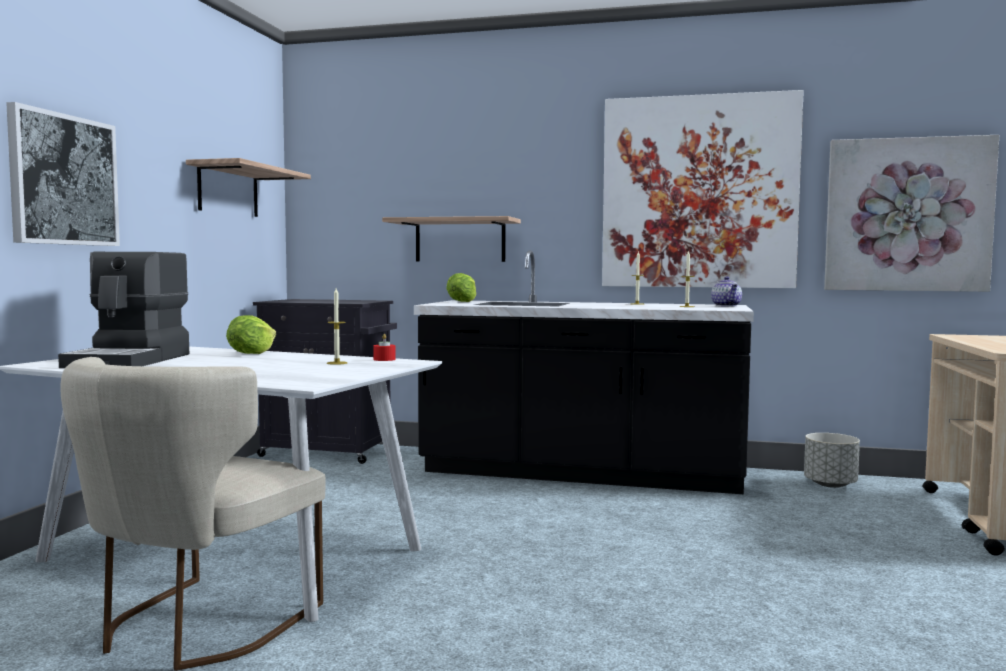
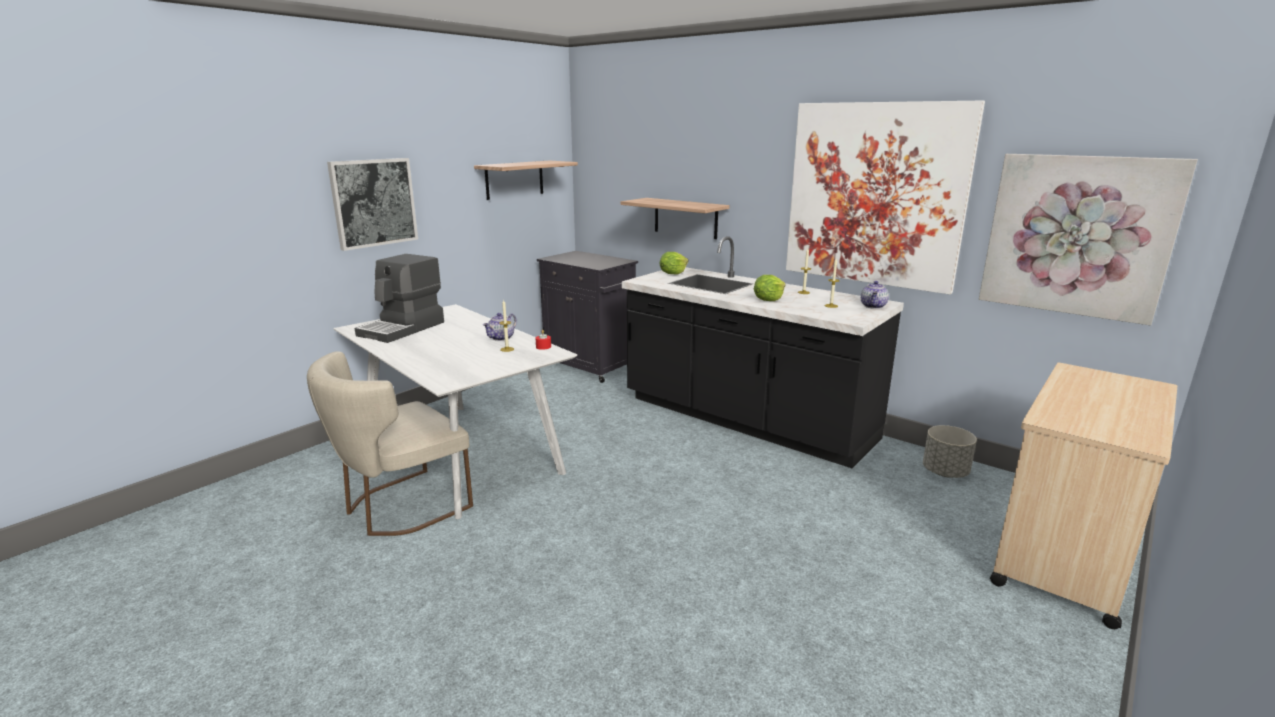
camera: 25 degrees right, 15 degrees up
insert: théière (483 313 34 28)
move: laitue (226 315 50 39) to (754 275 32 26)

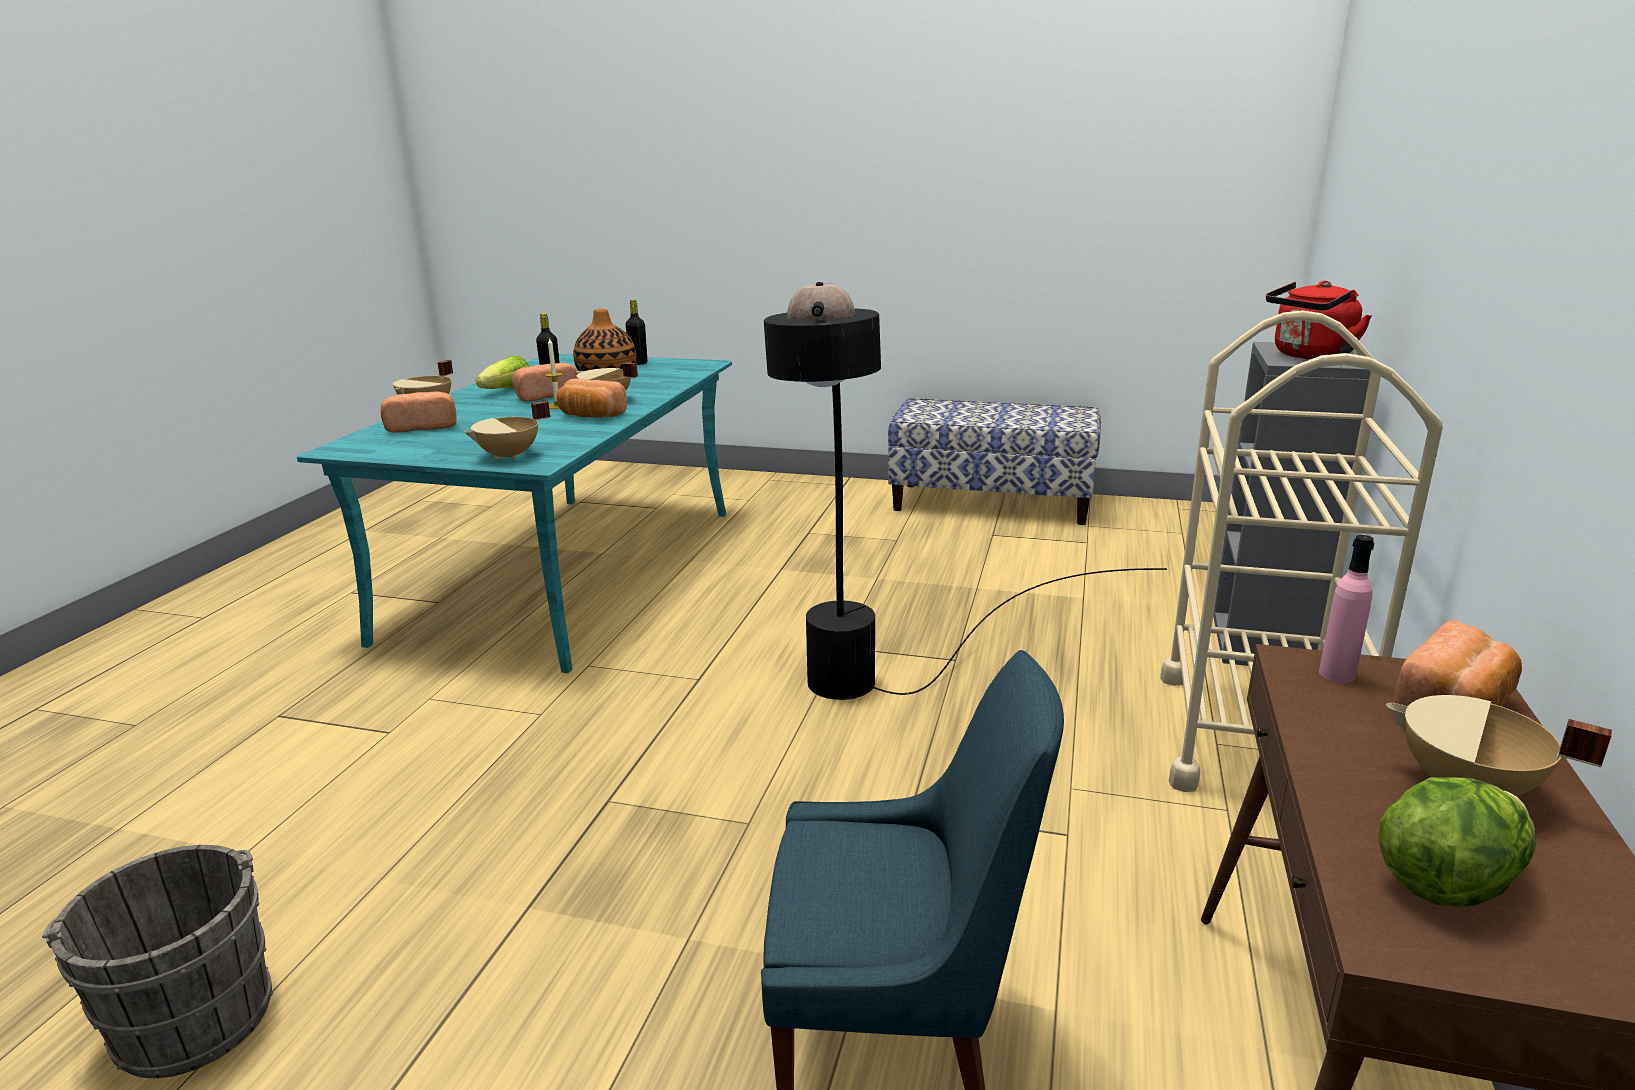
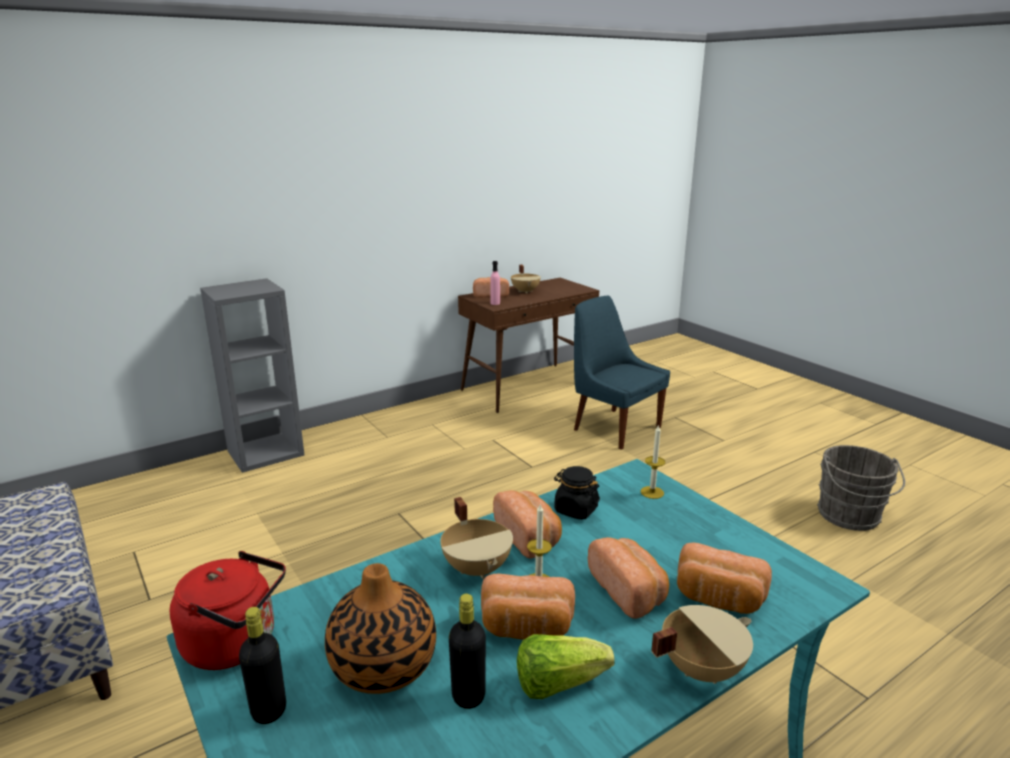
camera: 140 degrees left, 0 degrees up
delete: lampadaire (noir) (764 282 403 418); chariot (beige) (1160 310 283 482); laitue (1378 777 157 130)
insert: bocal (noir) (554 466 46 54); pain (588 537 81 82)
move: bouilloire (rouge) (1266 281 106 78) to (170 551 116 119)
replace: marmite (beige) (464 401 86 59) to bougie (641 424 24 75)

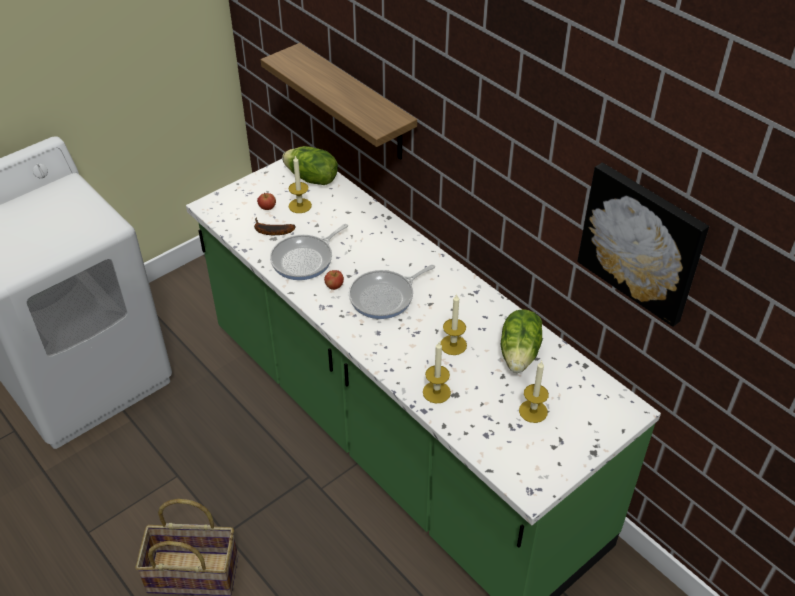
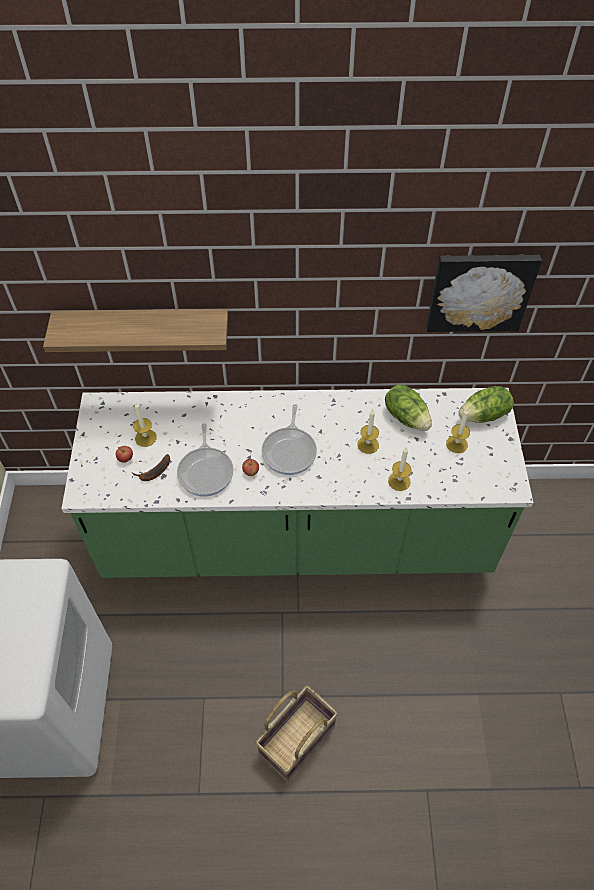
camera: 50 degrees left, 10 degrees up
move: laitue (282 146 56 39) to (458 386 56 37)

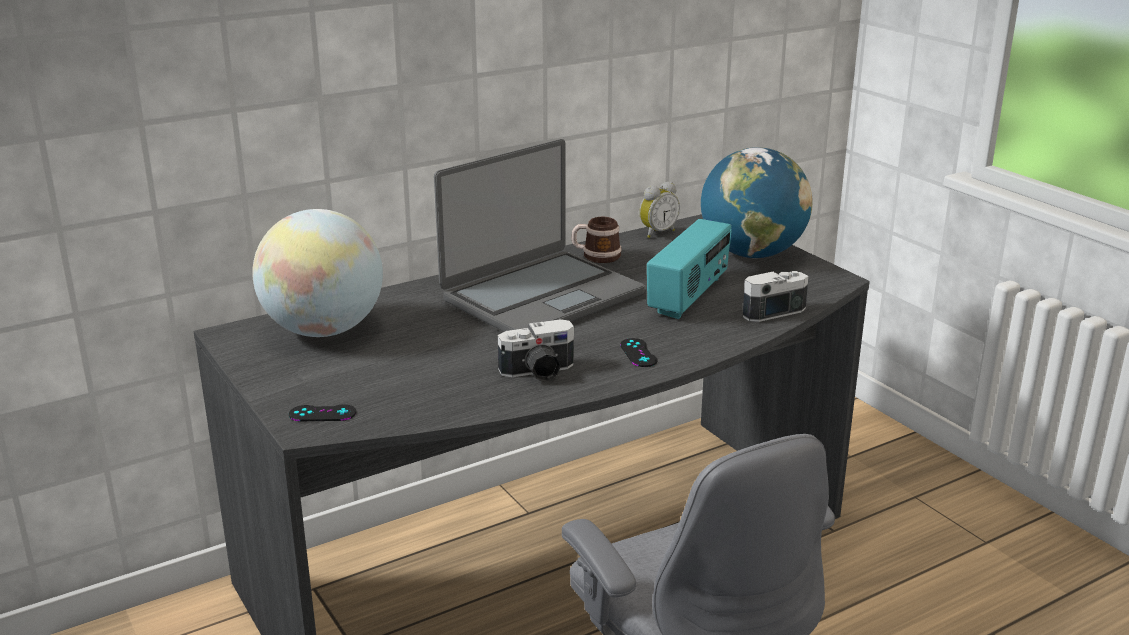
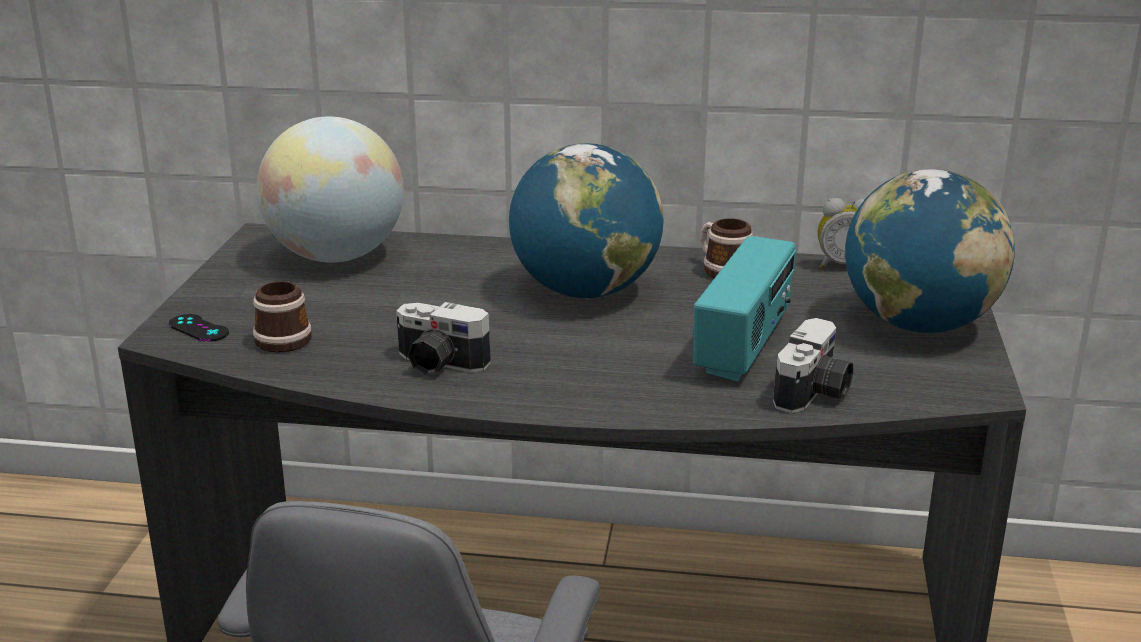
camera: 40 degrees right, 0 degrees up
delete: manette (noir) (620 338 38 29)
insert: mug (253 281 59 72)
replace: ordinateur portable (434 139 211 193) to globe (509 143 154 155)
rotate: radio (647 219 85 100) = (693 236 104 146) 45 degrees counterclockwise; appareil photo (743 271 65 51) = (773 318 80 95) 105 degrees clockwise

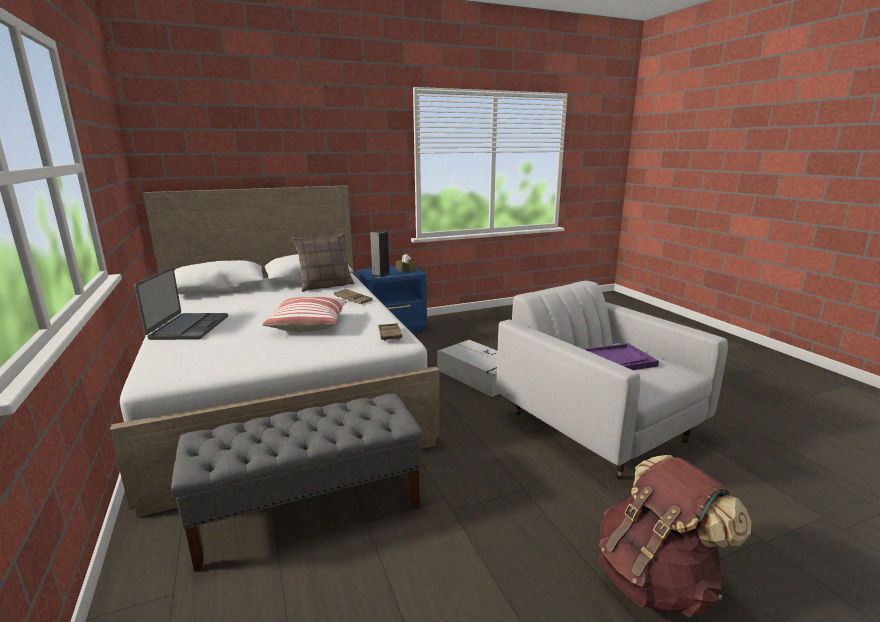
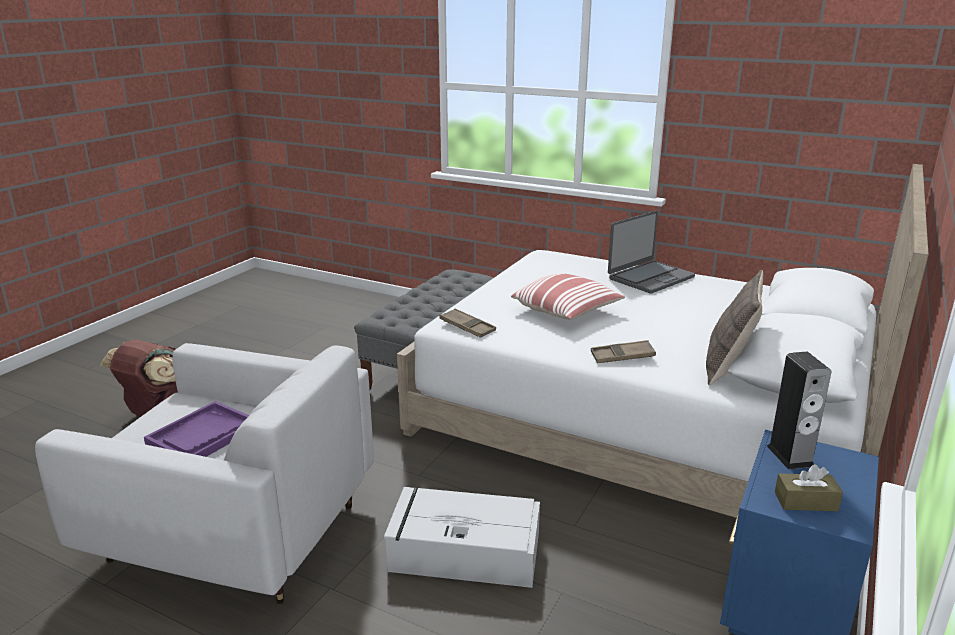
camera: 140 degrees right, 5 degrees up
rotate: ordinateur portable (134 267 94 73) = (608 211 87 82) 90 degrees counterclockwise

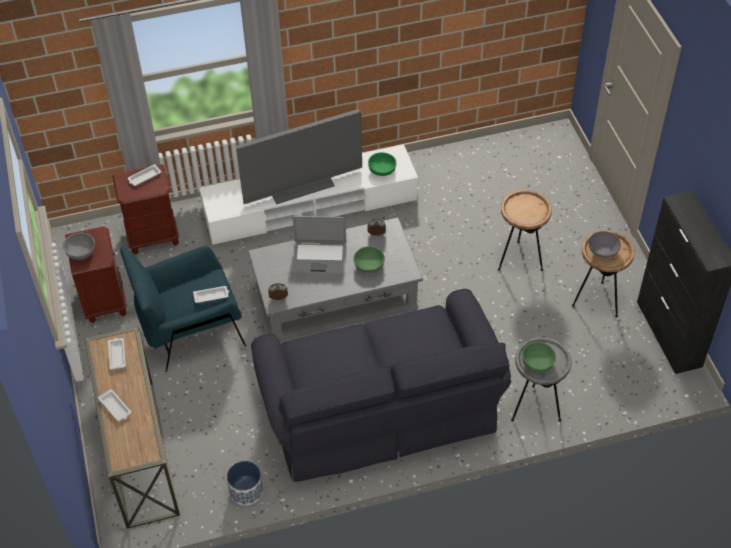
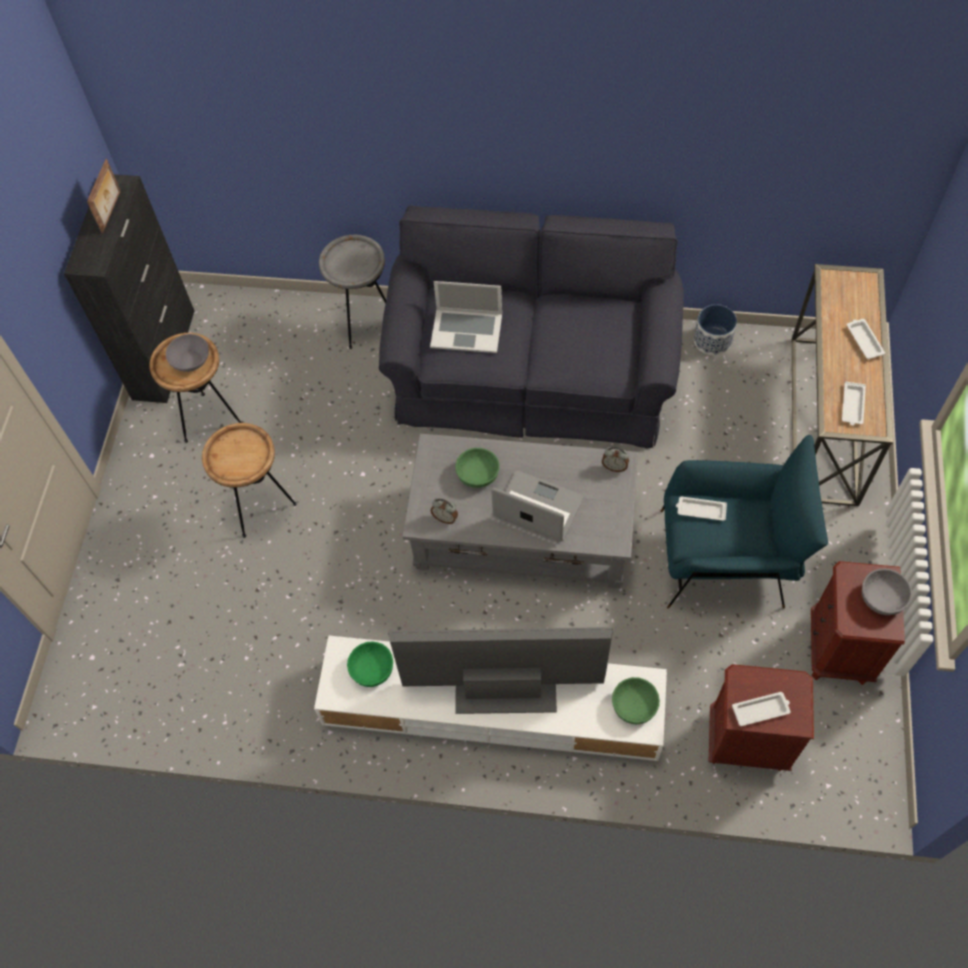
camera: 155 degrees left, 10 degrees up
insert: cadre photo (87 159 34 74); ordinateur portable (430 281 72 72)
move: bol (vert) (522 342 34 30) to (612 677 48 47)

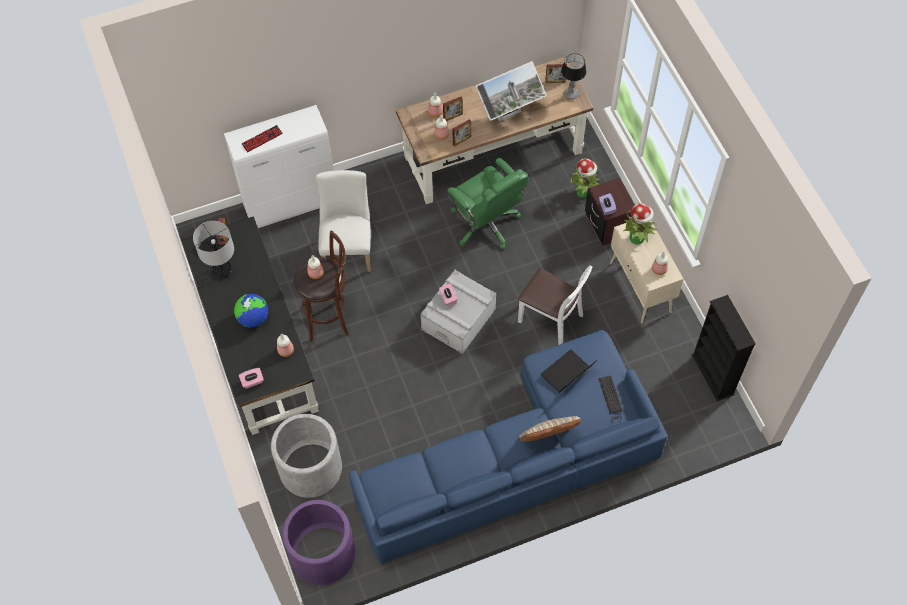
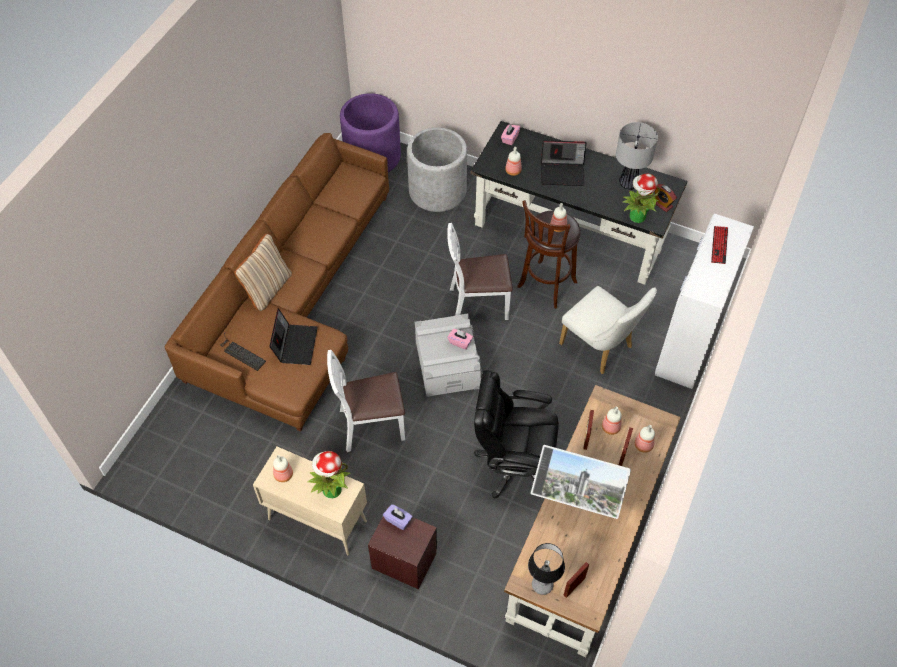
camera: 135 degrees right, 5 degrees down
delete: bibliothèque (noir) (692 295 64 106)
insert: chaise (blanc) (447 223 66 97)
move: plante en pot (570 158 30 40) to (623 173 37 50)
replace: globe (234 294 34 33) to ordinateur portable (541 140 46 46)
recolor: canapé (bleu) (349 330 319 234) to canapé (marron) (165 133 224 299); chaise de bureau (vert) (447 158 82 91) to chaise de bureau (noir) (474 370 85 128)
rotate: écran d'ordinateur (475 61 72 60) = (531 445 100 74) 90 degrees counterclockwise

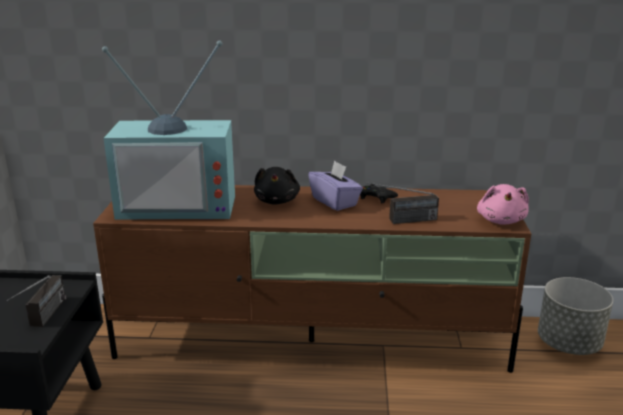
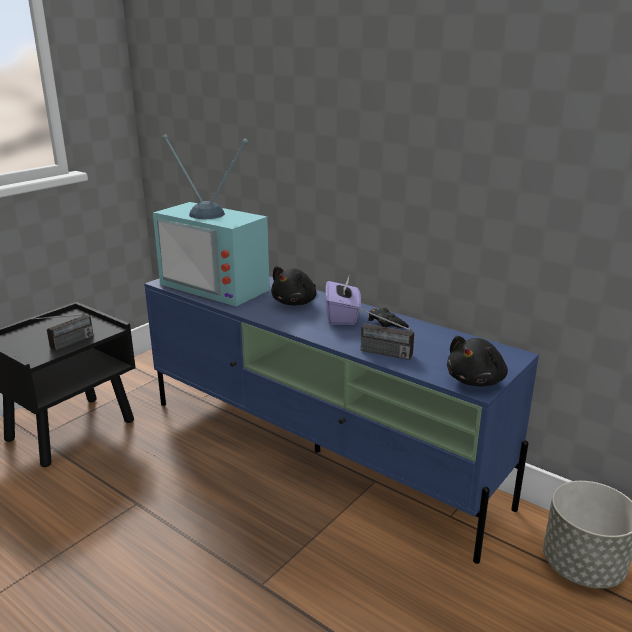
camera: 35 degrees right, 0 degrees up
recolor: meuble télé (marron) (93 185 438 188) to meuble télé (bleu) (144 276 395 288); peluche (rose) (477 184 52 40) to peluche (noir) (447 336 61 51)

